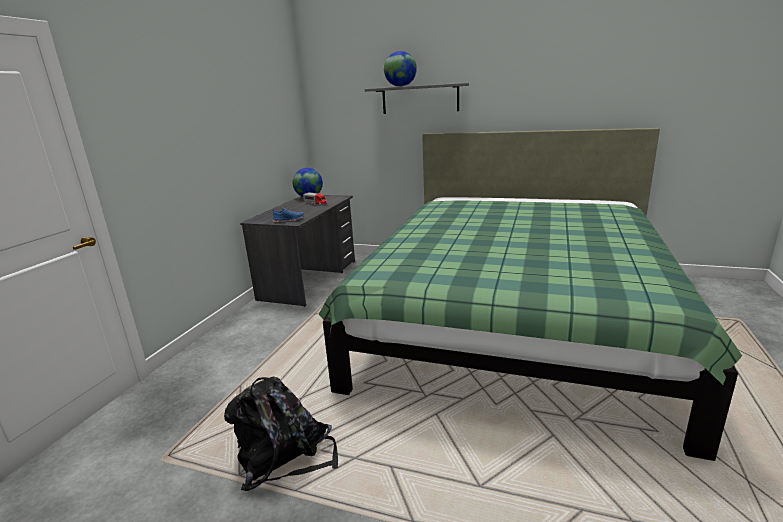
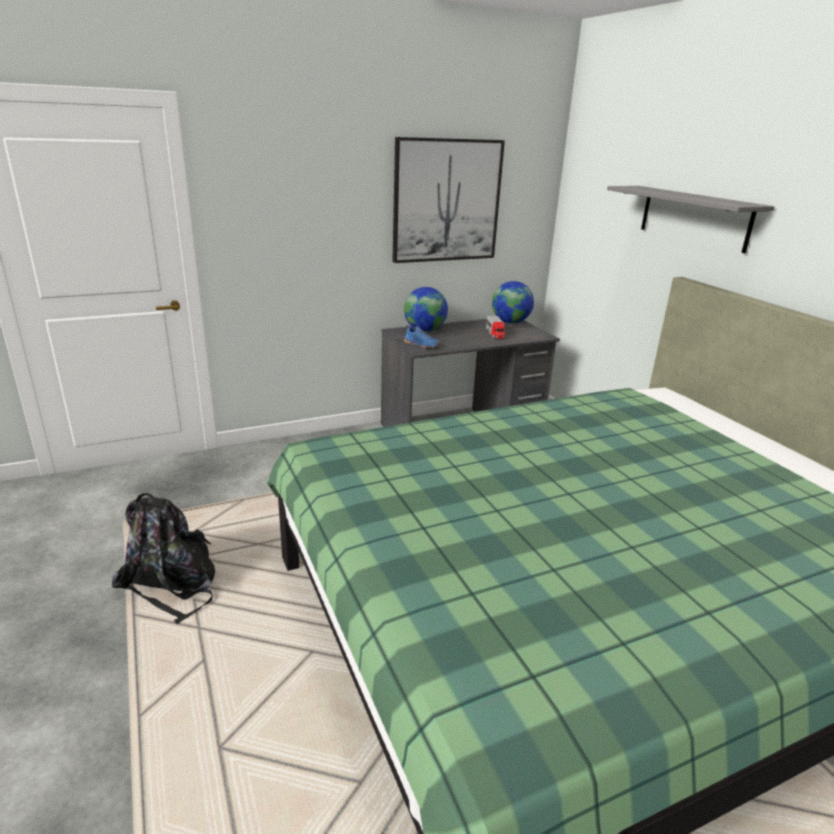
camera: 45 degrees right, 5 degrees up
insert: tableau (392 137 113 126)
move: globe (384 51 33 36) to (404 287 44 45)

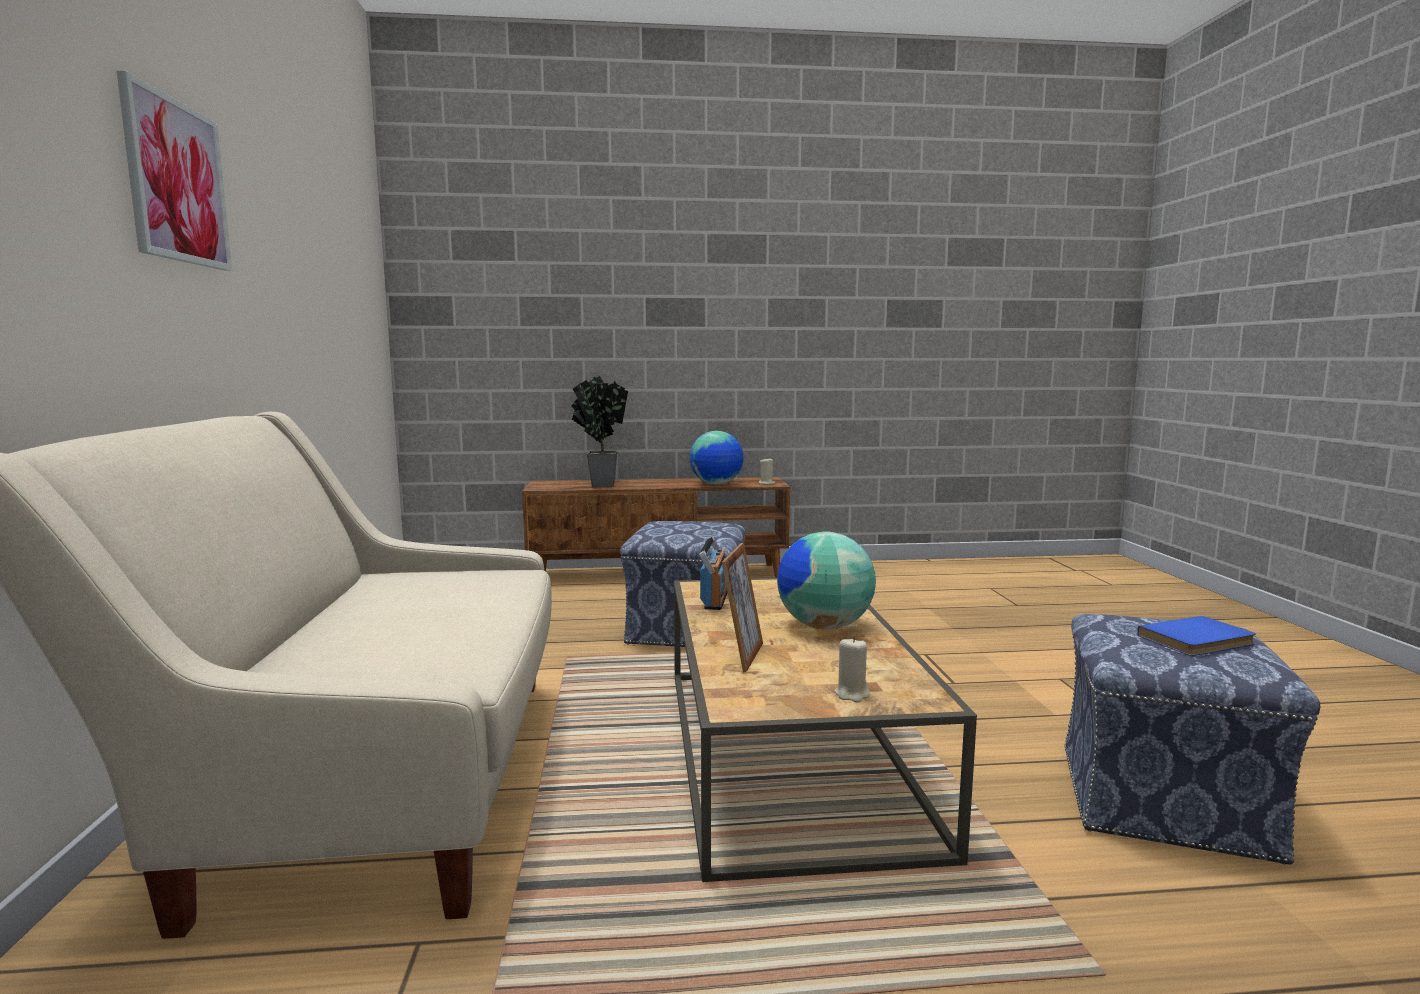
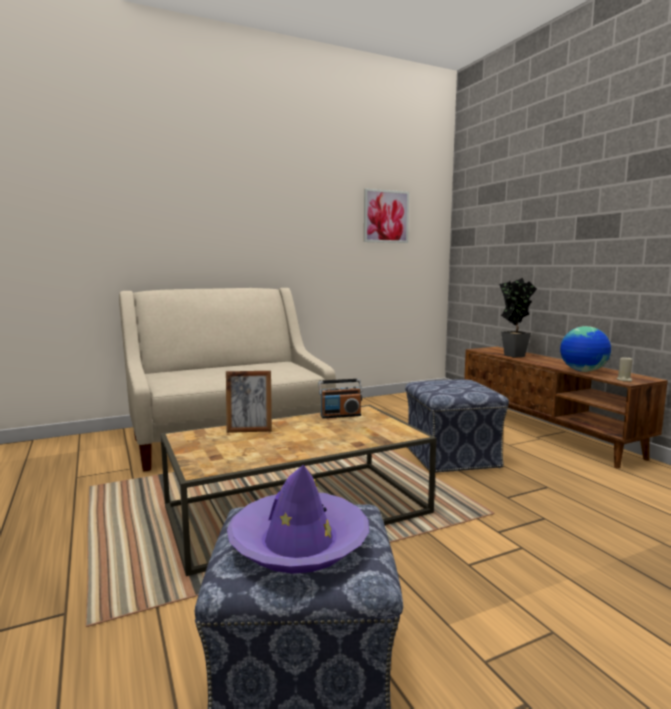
camera: 70 degrees right, 0 degrees up
delete: globe (777 532 99 98); bougie (beige) (834 637 36 66)
move: tableau (117 71 115 200) to (364 189 45 54)
replace: livre (bleu) (1137 616 119 40) to chapeau (violet) (227 464 142 110)

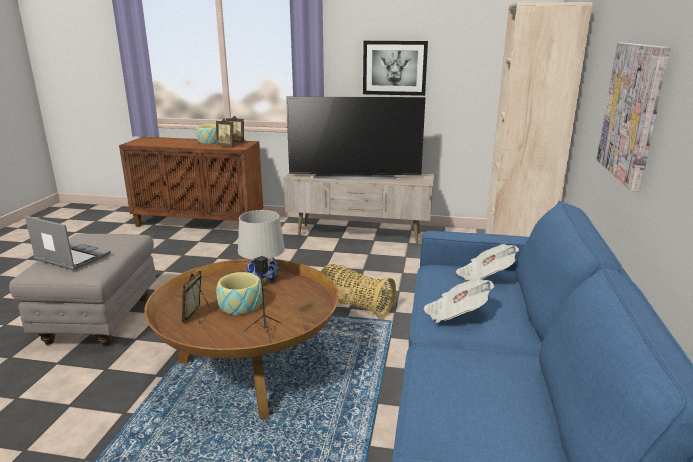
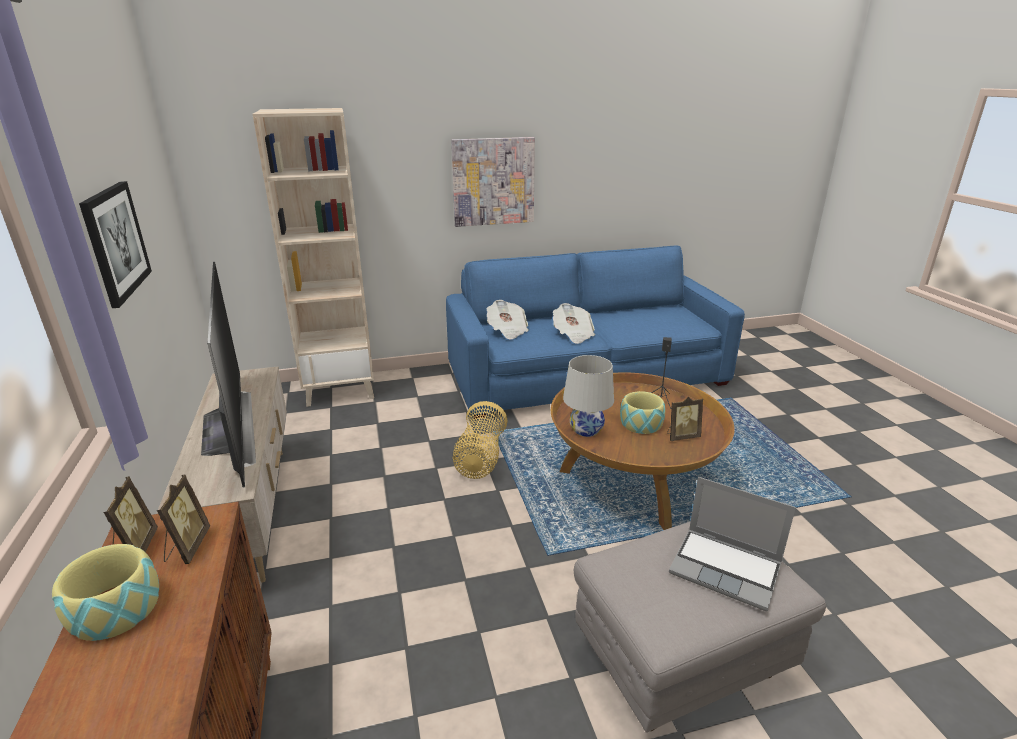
camera: 115 degrees left, 5 degrees up
rotate: ordinateur portable (25 216 86 54) = (669 477 127 134) 60 degrees counterclockwise

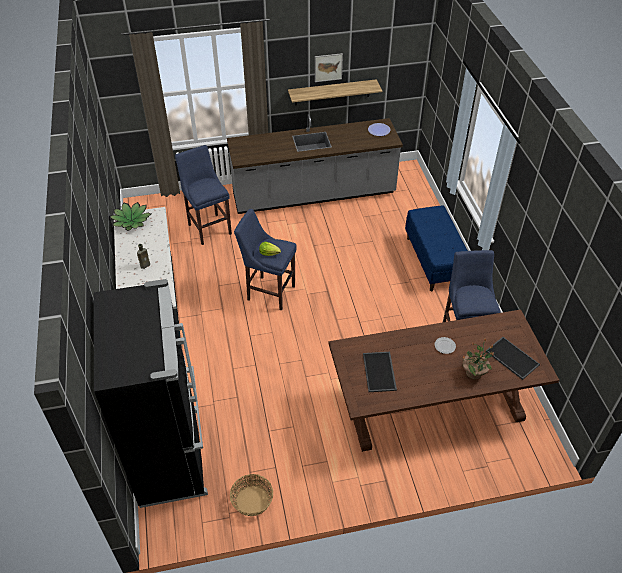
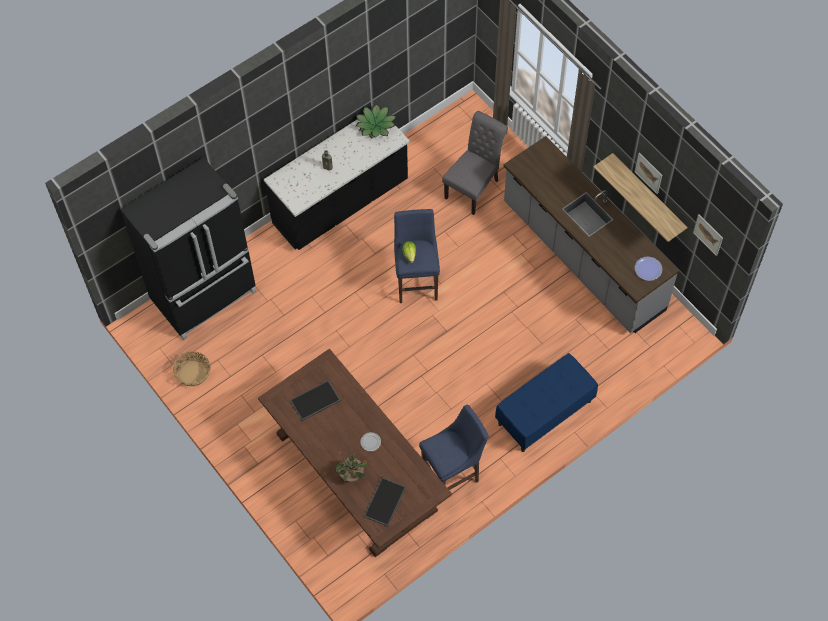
camera: 65 degrees right, 15 degrees up
insert: tableau (693 214 30 42)
replace: tabouret (bleu) (175 145 57 100) to chaise (gris) (442 111 66 104)

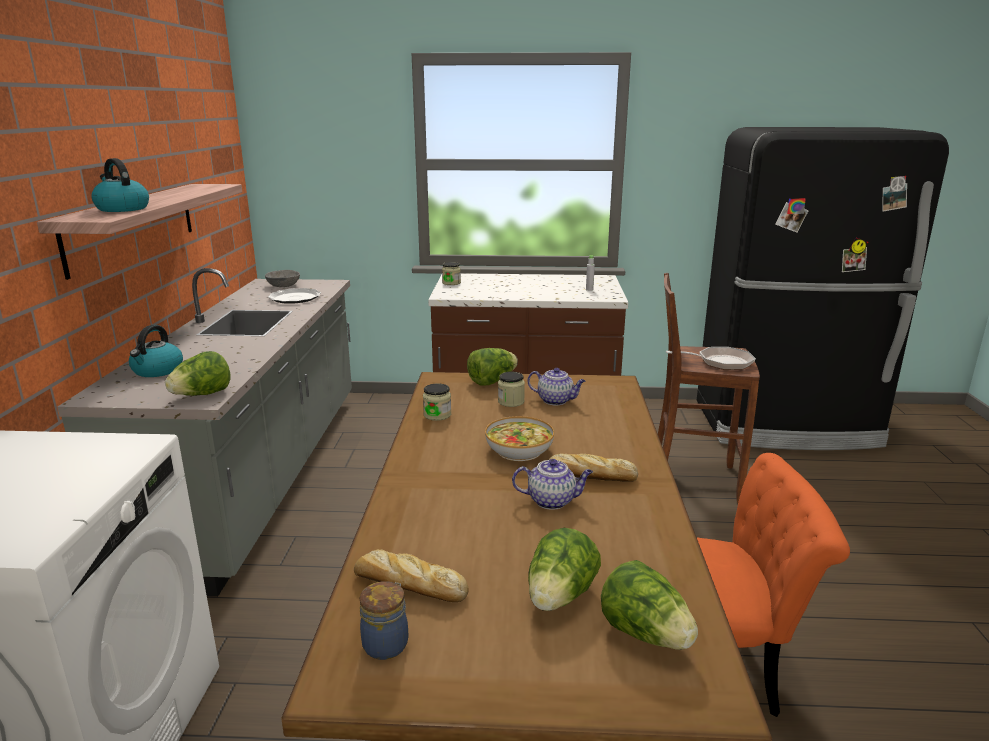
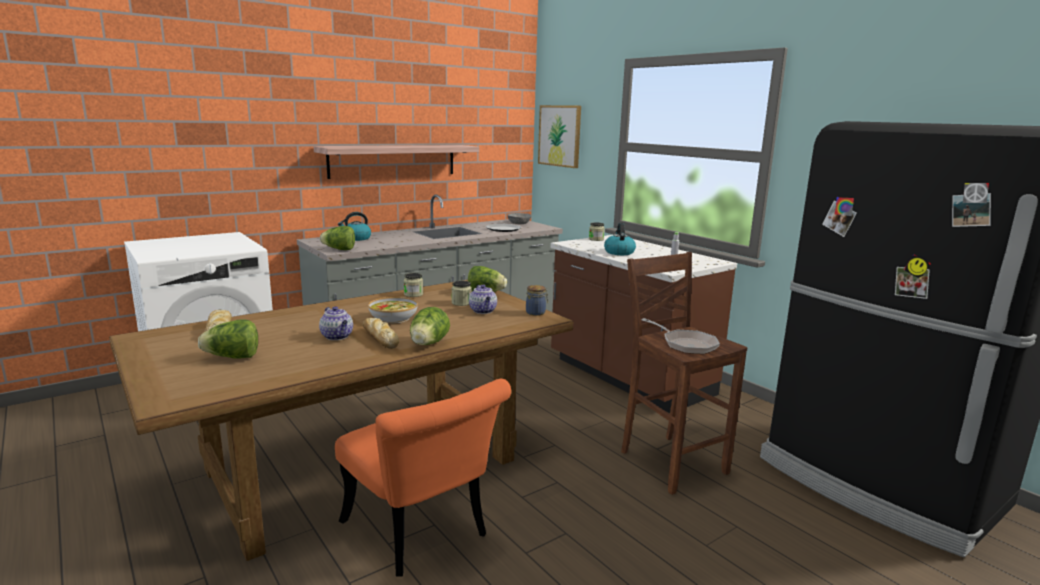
camera: 50 degrees right, 5 degrees down
insert: tableau (538 105 43 63)
move: laitue (601 560 97 90) to (410 307 40 38); bocal (360 581 48 79) to (526 285 22 31); bouilloire (91 158 58 54) to (604 223 32 32)

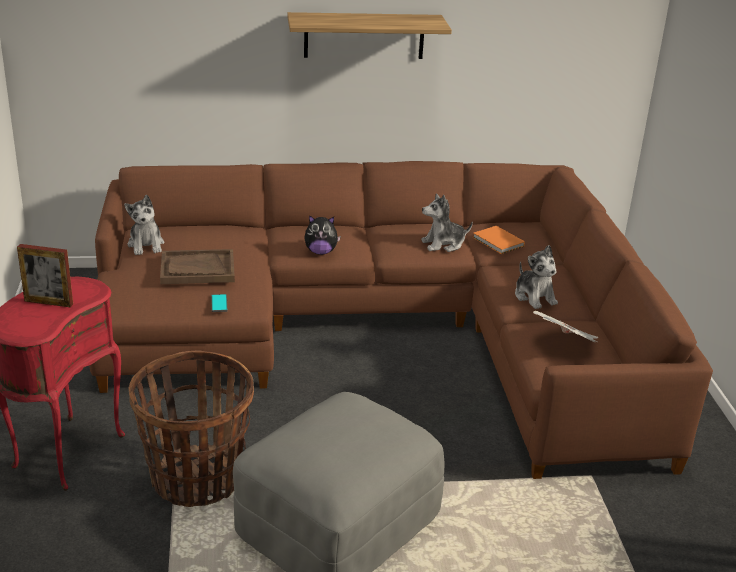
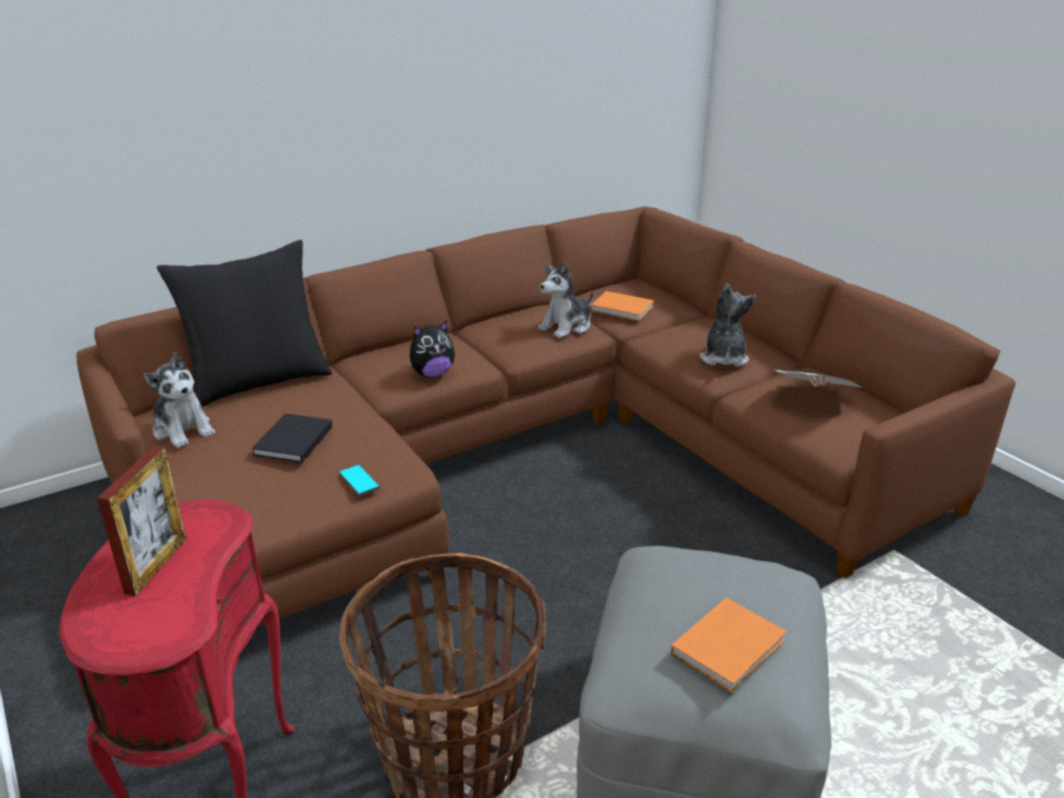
camera: 25 degrees left, 0 degrees up
delete: étagère (287 12 165 47)
insert: coussin (noir) (157 240 175 167); livre (orange) (671 598 116 95)
replace: plateau (marron) (160 249 75 35) to livre (noir) (252 413 80 50)
rotate: cadre photo (17 244 56 63) = (97 446 90 150) 60 degrees counterclockwise; peluche (515 245 43 64) = (700 284 56 83) 120 degrees counterclockwise

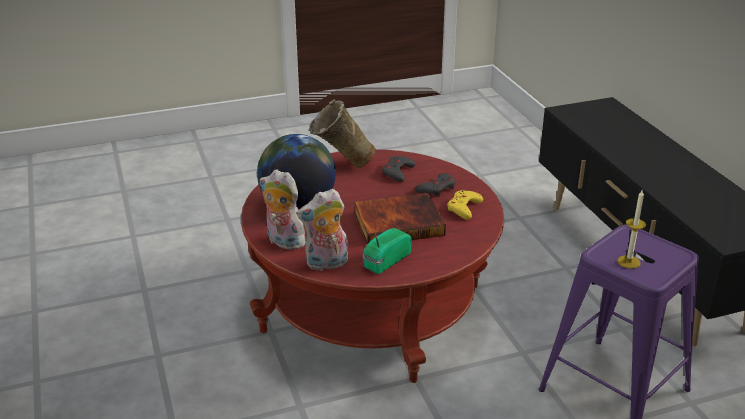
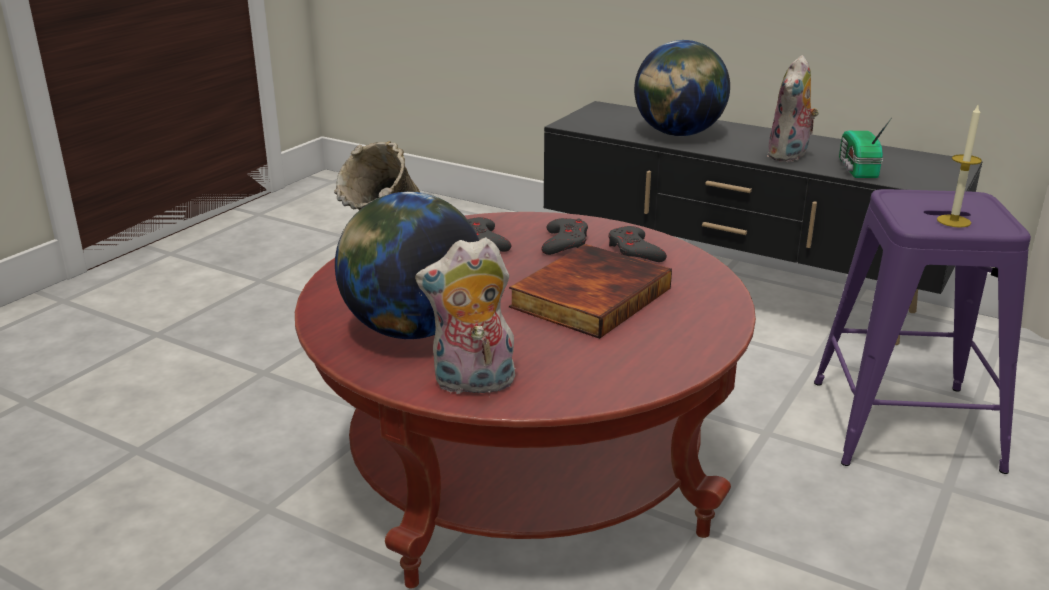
camera: 40 degrees left, 5 degrees down
insert: globe (634 40 96 96)
move: peluche (297 189 51 82) to (767 55 52 107); radio (363 228 49 46) to (839 119 52 59)
recolor: manette (jaune) (448 190 35 30) to manette (gris) (608 226 59 36)

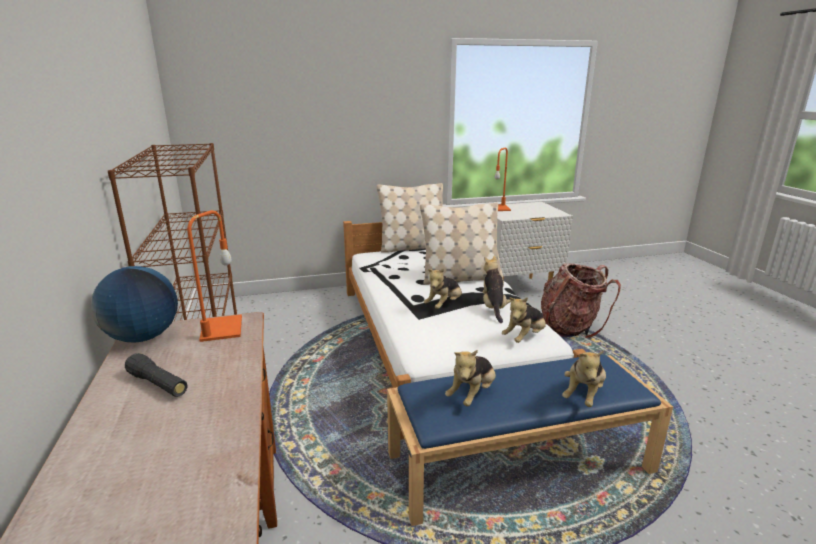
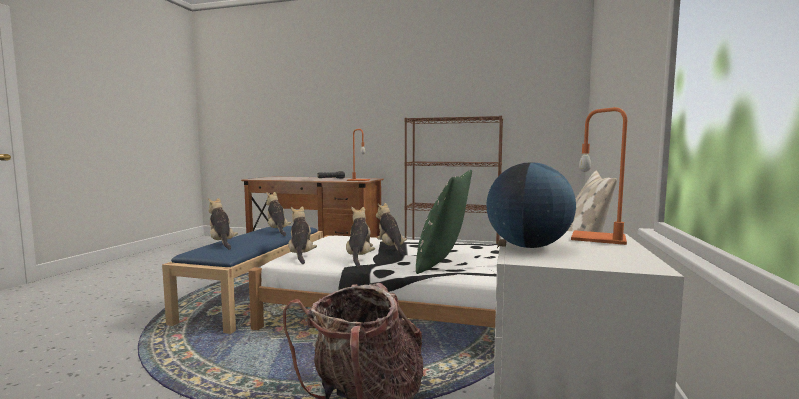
camera: 120 degrees right, 15 degrees down
move: globe (91 266 87 77) to (486 162 90 86)
recolor: coussin (beige) (420 203 83 82) to coussin (vert) (416 170 56 104)
rotate: peluche (483 255 28 68) = (346 207 29 60) 120 degrees counterclockwise

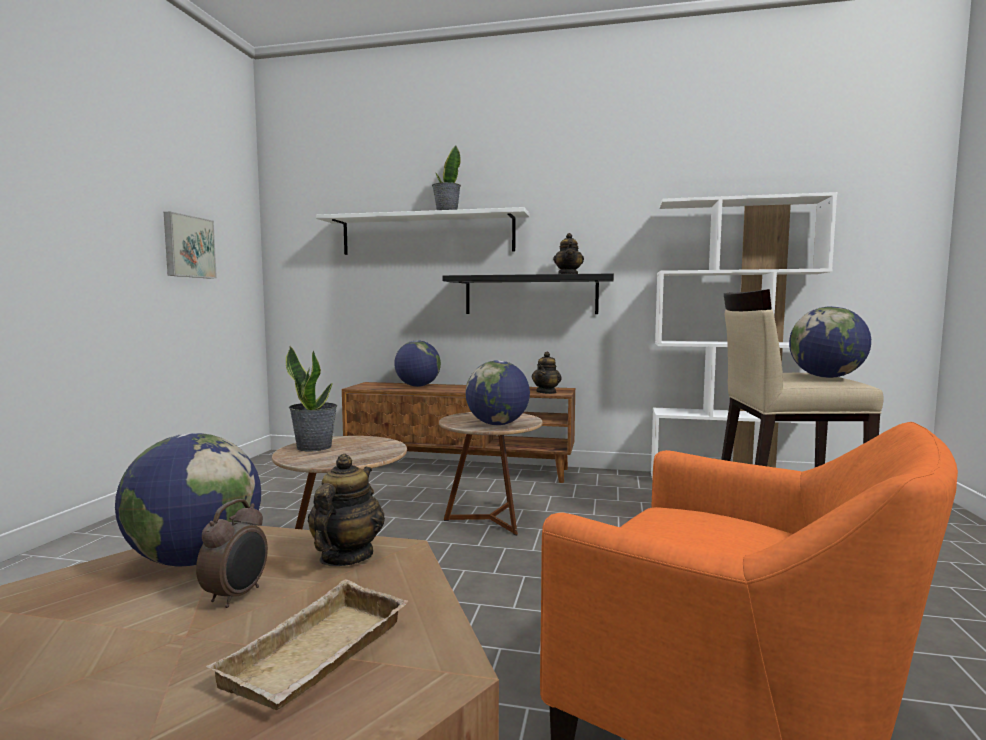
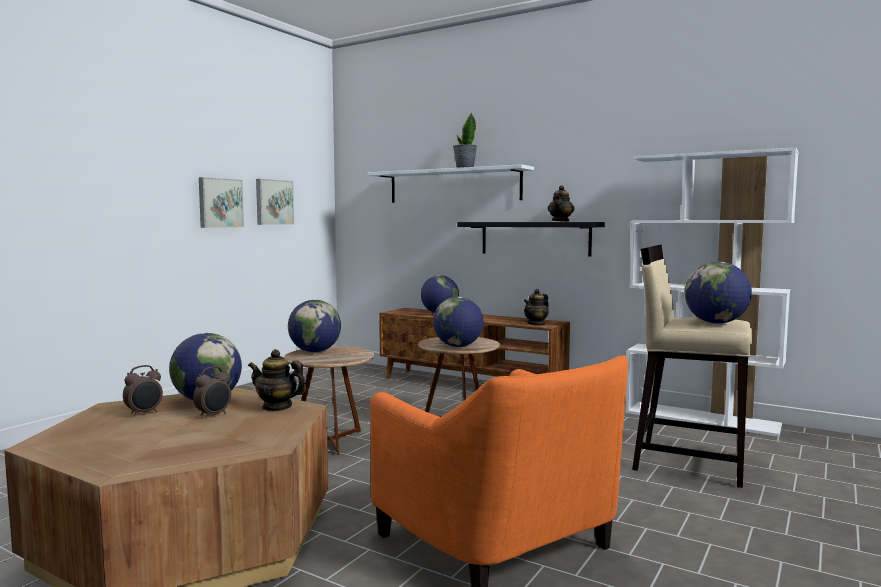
camera: 20 degrees right, 0 degrees up
delete: plateau (beige) (206 579 202 131)
insert: réveil (123 365 40 51); tableau (199 177 45 51)
replace: plante en pot (286 346 51 105) to globe (288 300 53 52)
rotate: théière (308 454 77 112) = (248 349 58 62) 105 degrees counterclockwise

